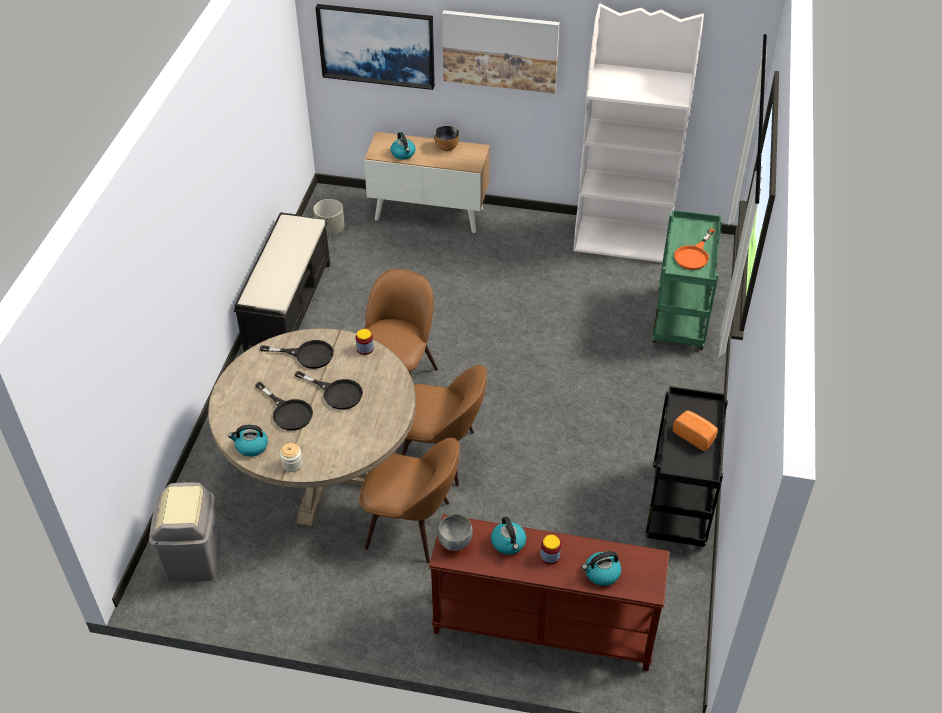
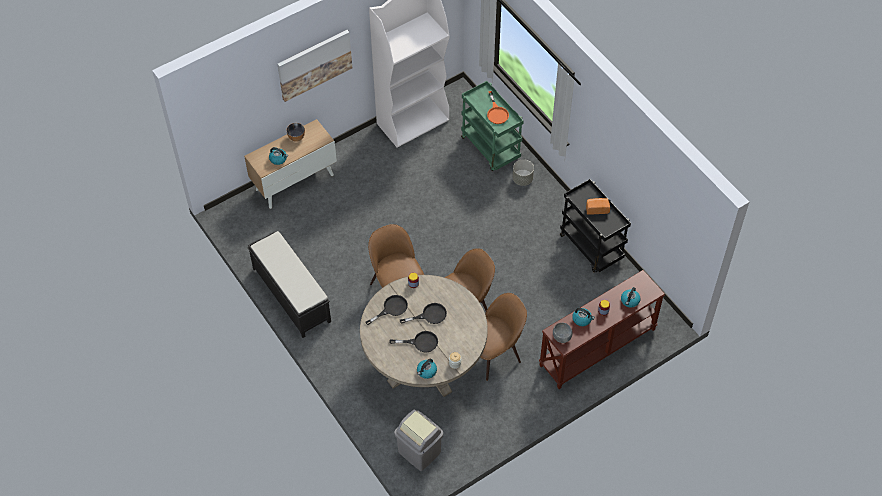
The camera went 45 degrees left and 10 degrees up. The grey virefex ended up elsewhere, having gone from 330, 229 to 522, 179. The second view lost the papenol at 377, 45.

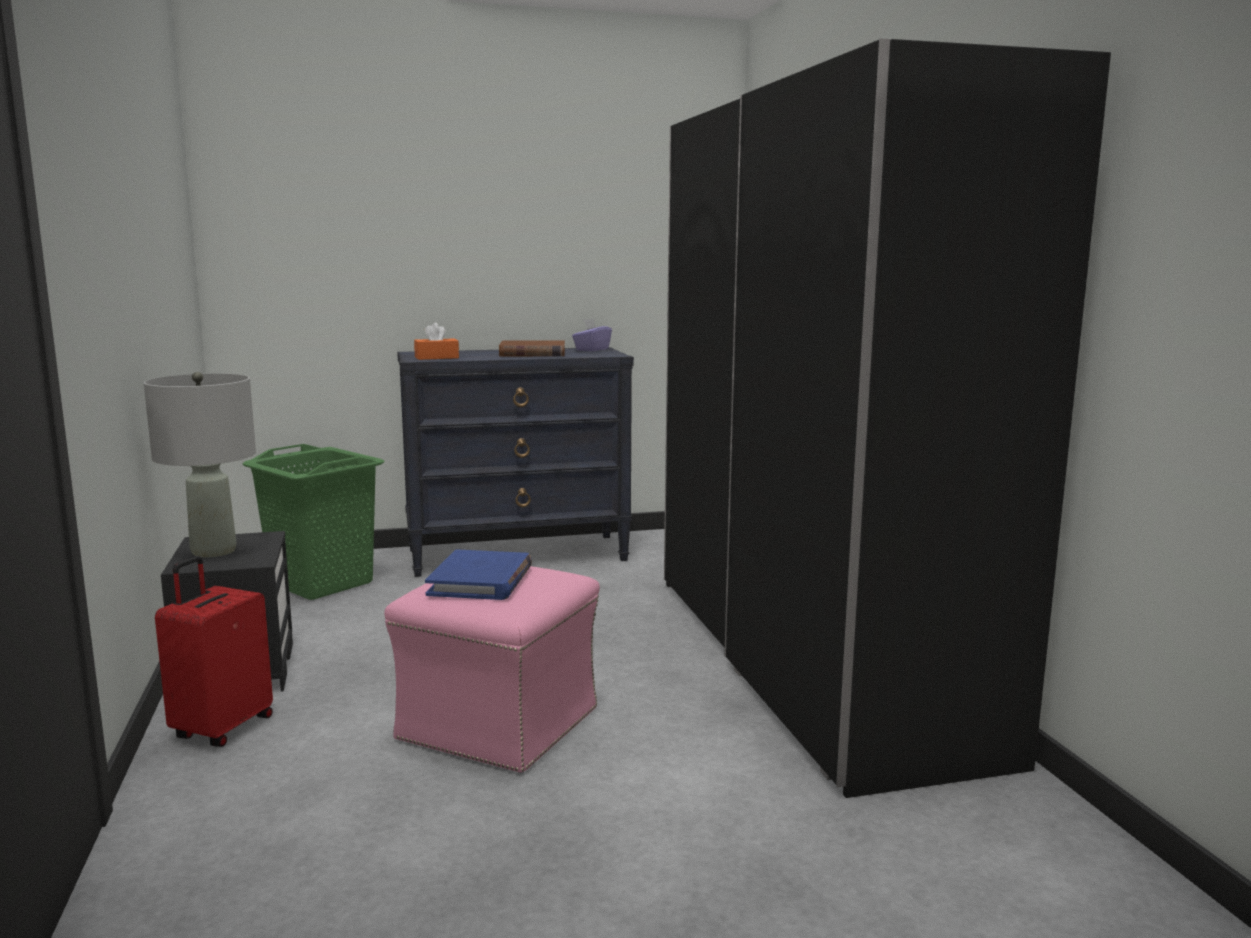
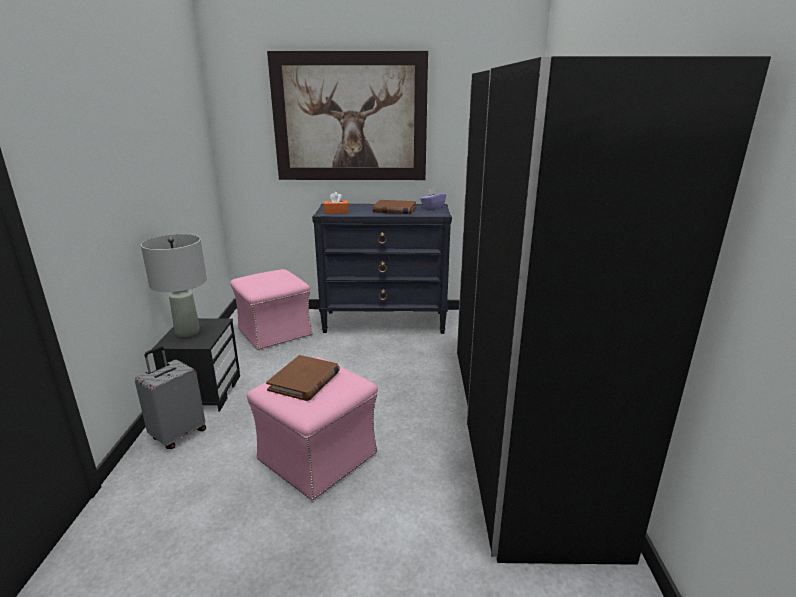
The camera went 15 degrees right and 10 degrees up. What was the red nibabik at 221, 728 turned into the grey nibabik at 178, 434. Where the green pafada stood at 322, 584, the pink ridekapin came to stand at 274, 332. What was the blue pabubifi at 481, 581 turned into the brown pabubifi at 304, 381. The second view gained the papenol at 350, 118.

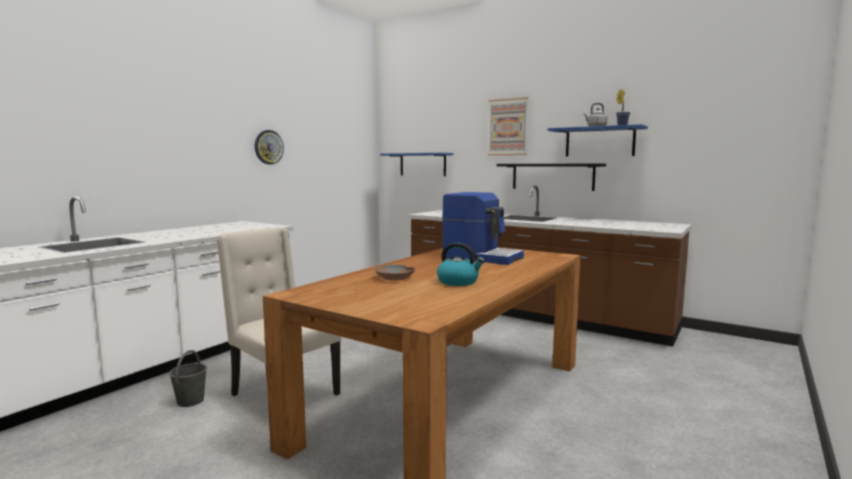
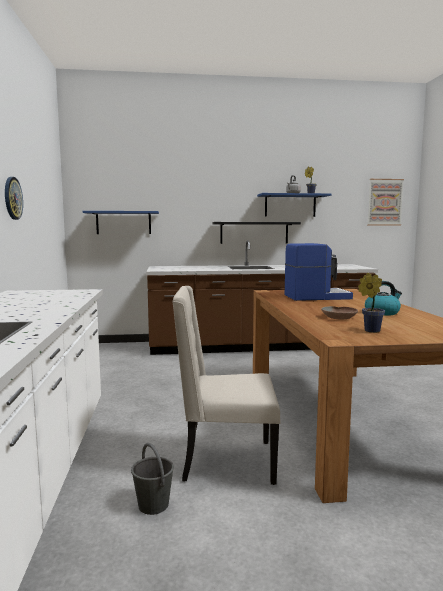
The camera went 40 degrees left and 0 degrees up. The papenol ended up elsewhere, having gone from 508, 127 to 384, 202. The second view gained the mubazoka at 370, 330.

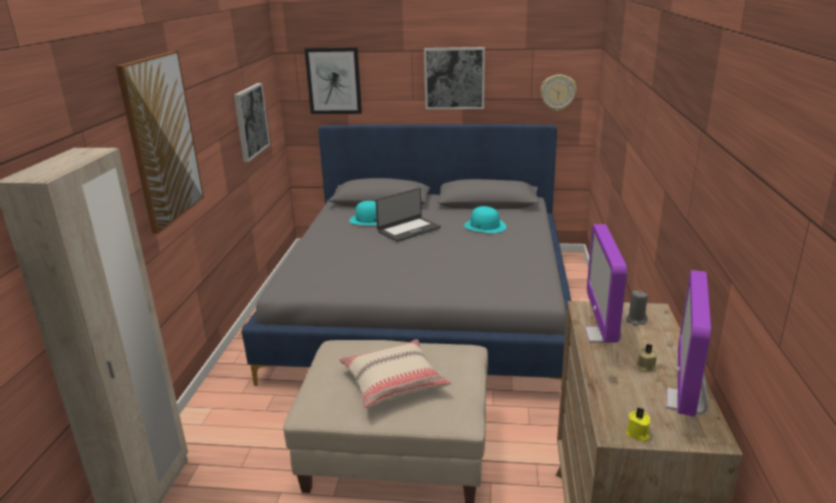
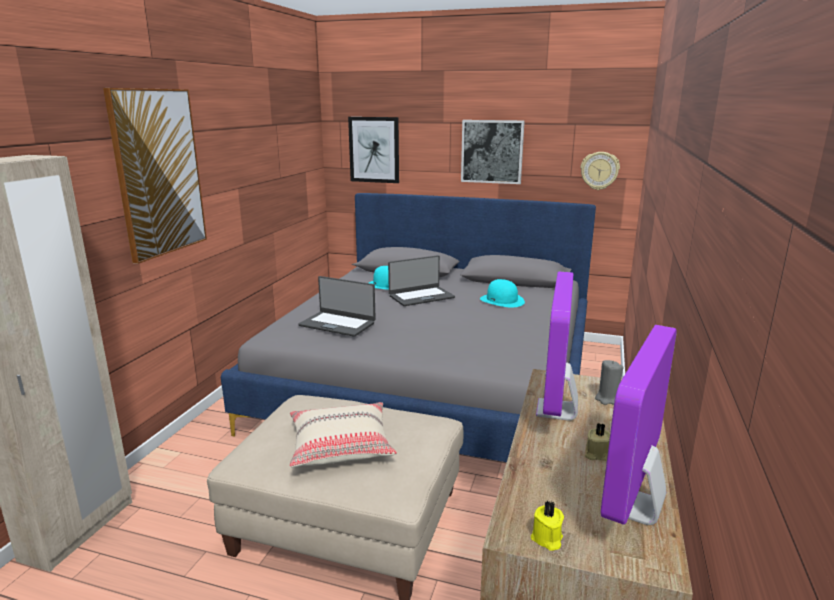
The camera went 10 degrees right and 5 degrees down. The second view lost the papenol at 250, 121. The second view gained the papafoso at 338, 324.

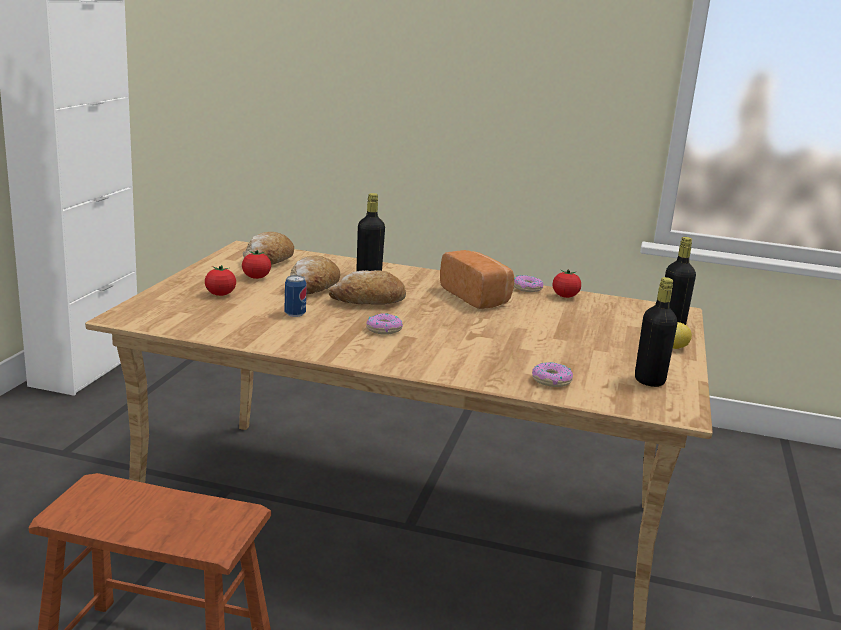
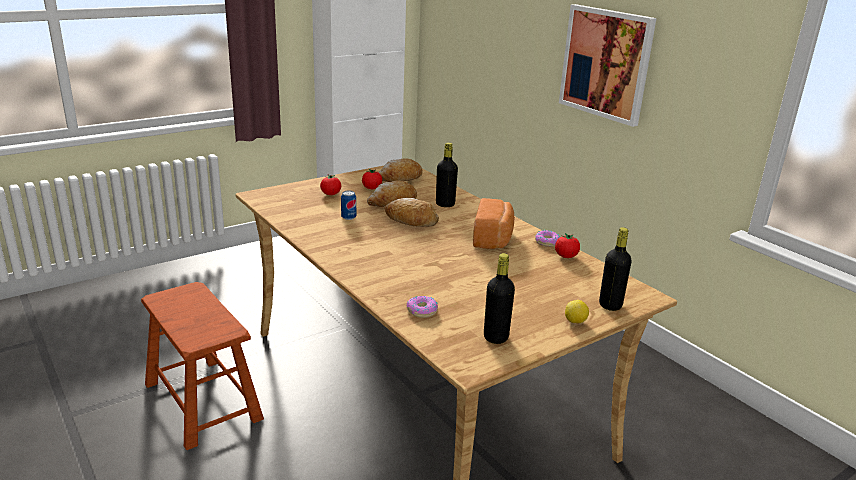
The camera went 40 degrees right and 5 degrees up. The second view lost the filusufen at 384, 329. The second view gained the papenol at 606, 63.

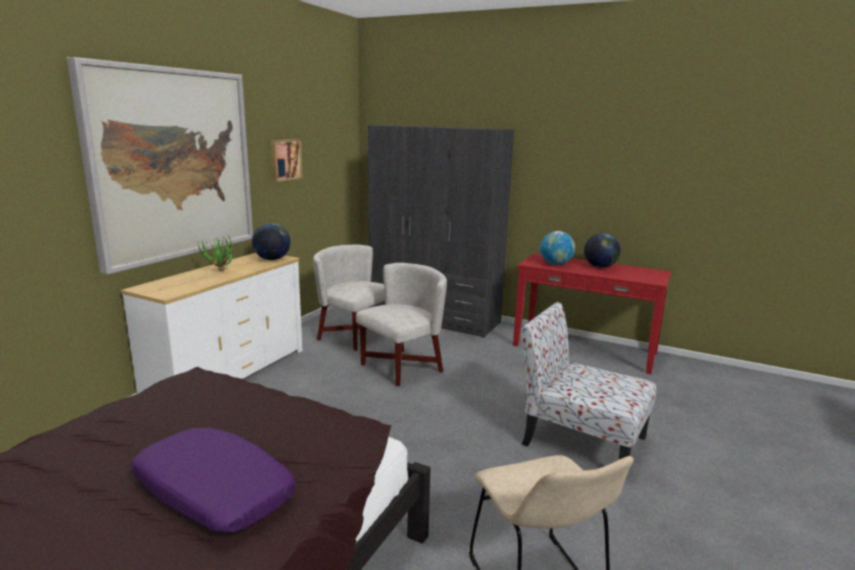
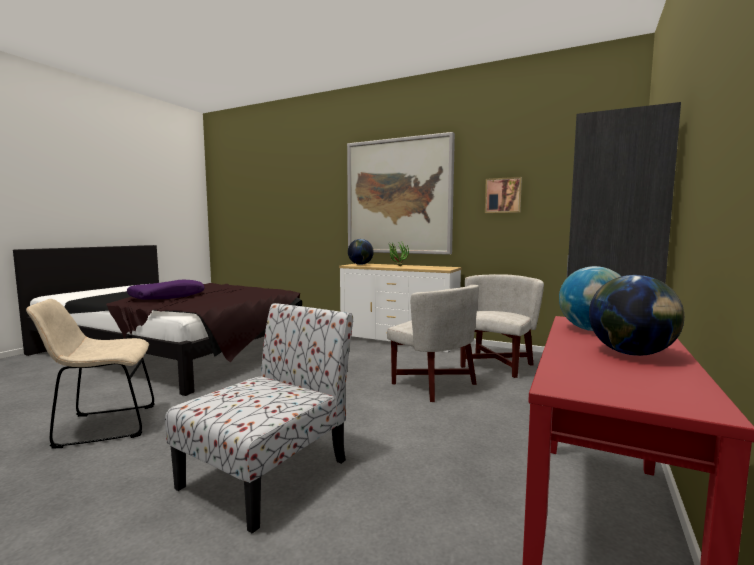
The camera went 90 degrees right and 10 degrees down. The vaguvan ended up elsewhere, having gone from 272, 259 to 360, 264.

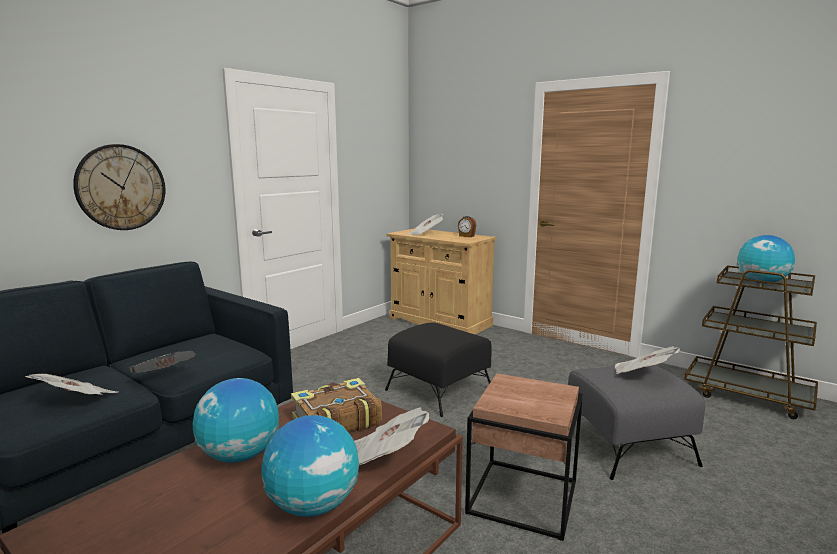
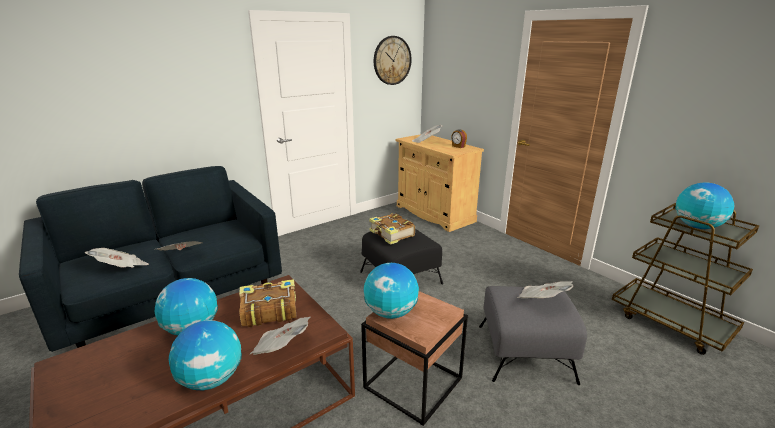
The camera went 15 degrees right and 10 degrees up. The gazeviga ended up elsewhere, having gone from 121, 187 to 392, 60. The second view gained the vaguvan at 391, 313. The second view gained the pabubifi at 391, 234.

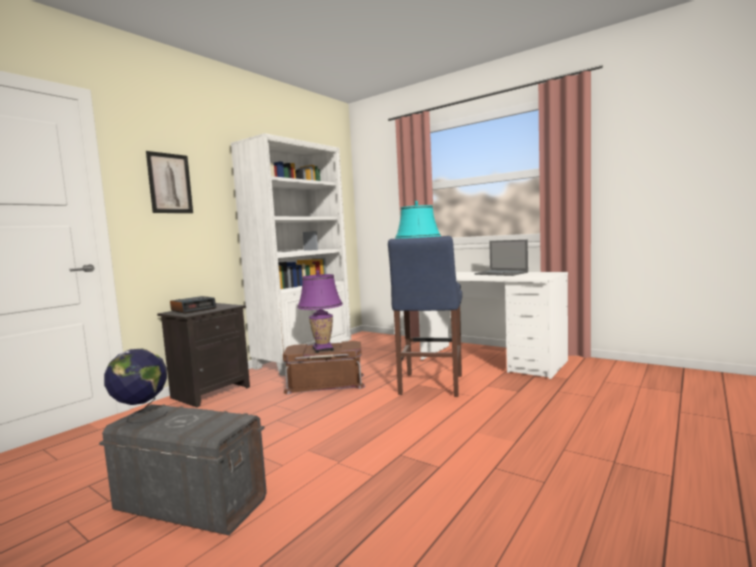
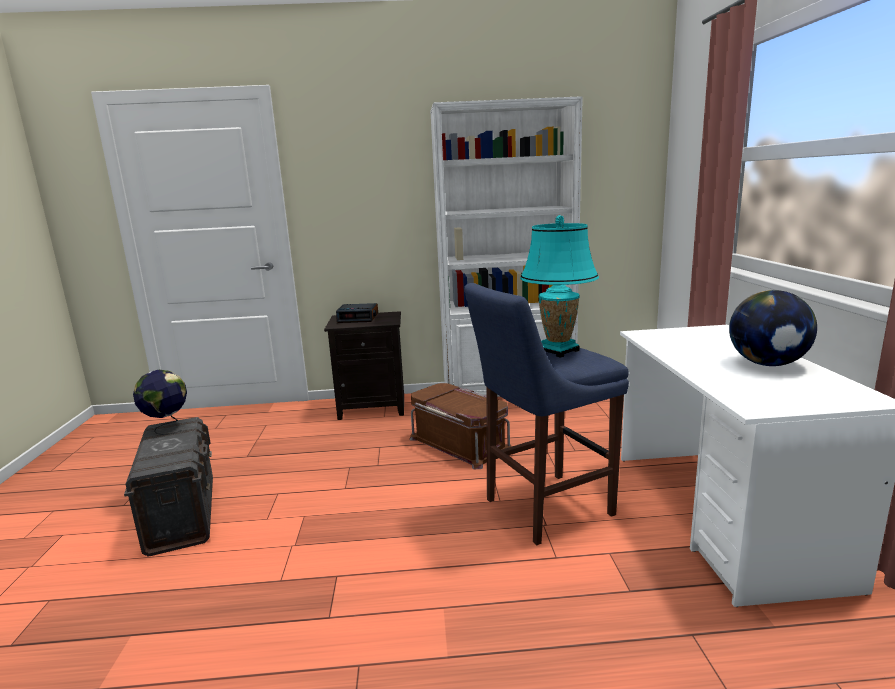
The camera went 50 degrees right and 10 degrees up. The second view lost the papenol at 170, 183. The second view lost the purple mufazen at 323, 349. Where the papafoso stood at 501, 273, the vaguvan came to stand at 767, 364.

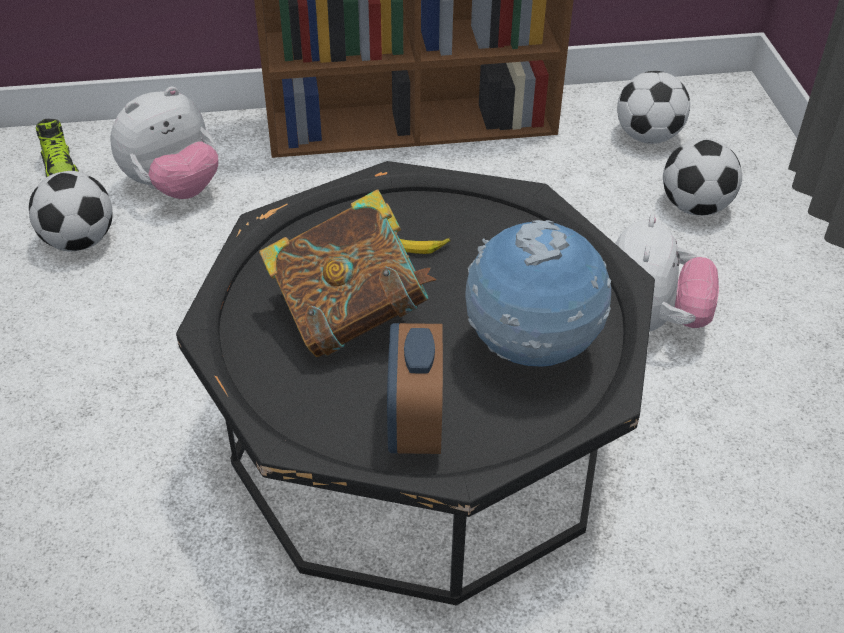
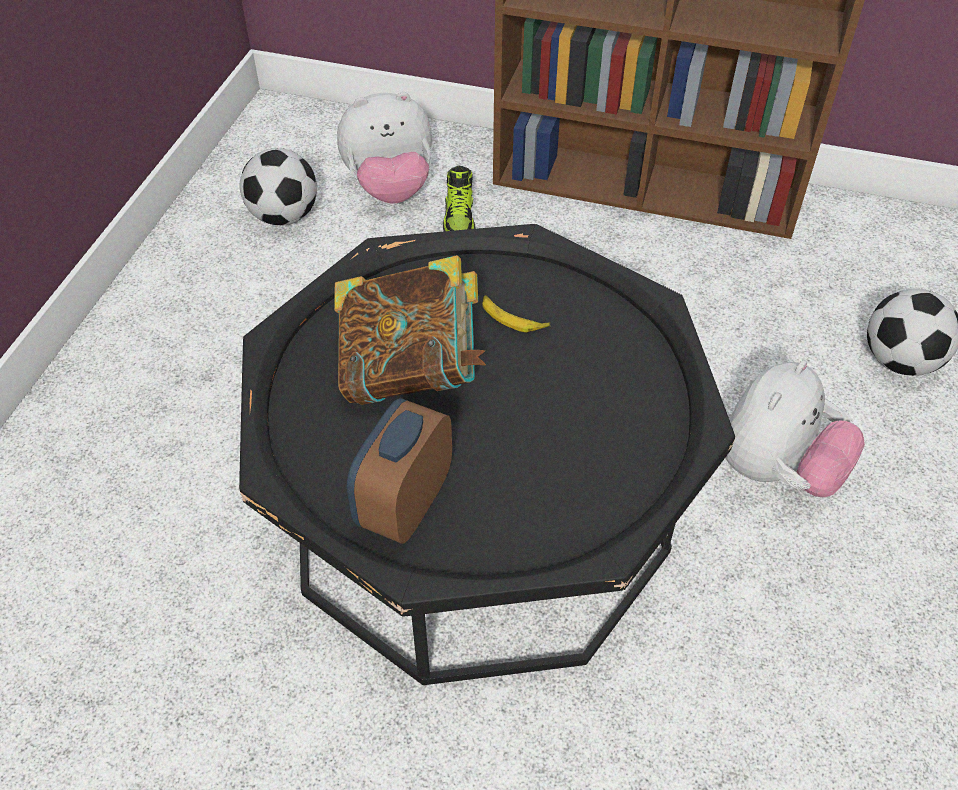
The camera went 25 degrees right and 5 degrees up. The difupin ended up elsewhere, having gone from 62, 171 to 460, 221. The second view lost the vaguvan at 531, 350. The second view lost the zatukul at 648, 136.

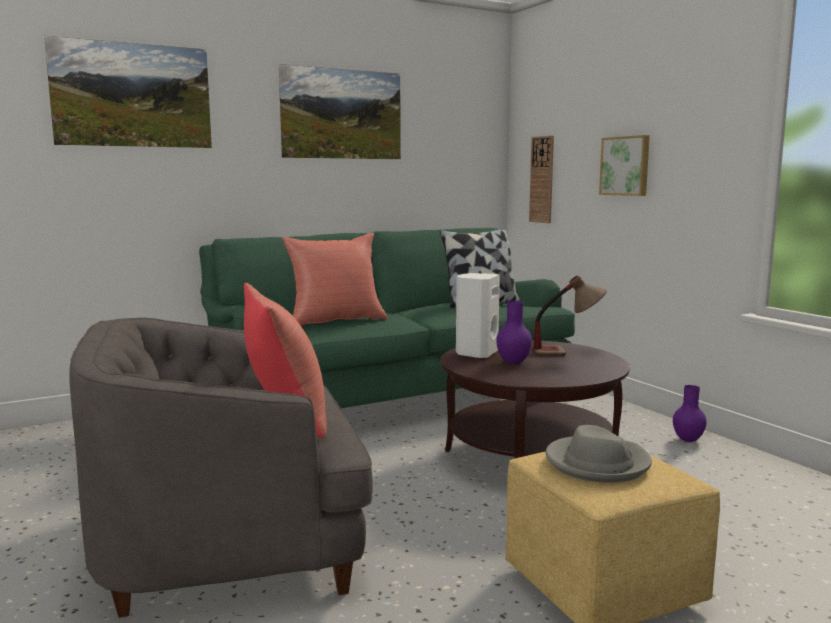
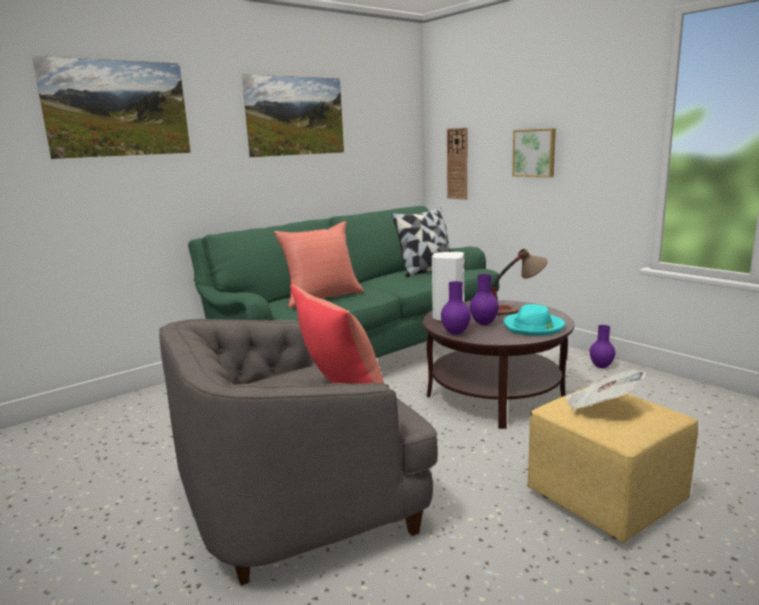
The camera went 10 degrees left and 5 degrees up. Where the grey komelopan stood at 597, 463, the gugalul came to stand at 601, 407. The second view gained the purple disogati at 456, 333. The second view gained the turquoise komelopan at 533, 327.

